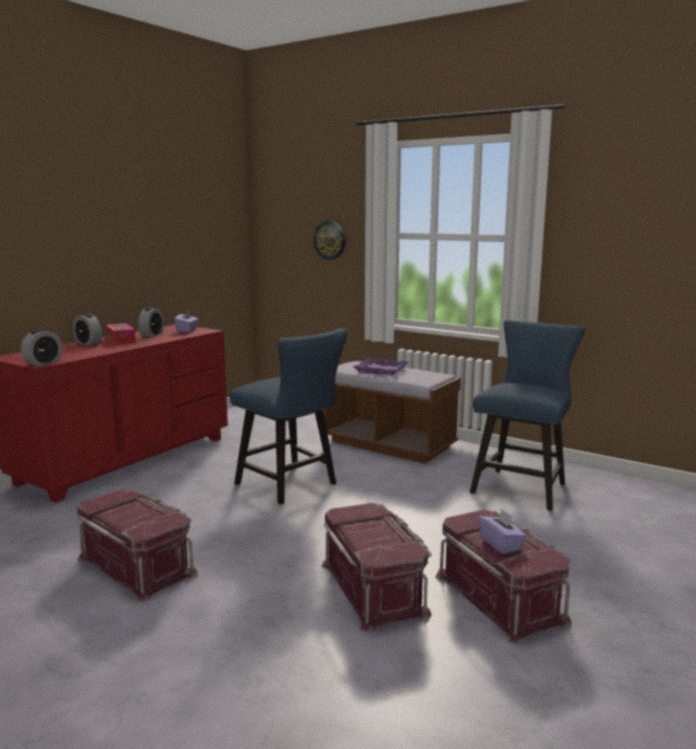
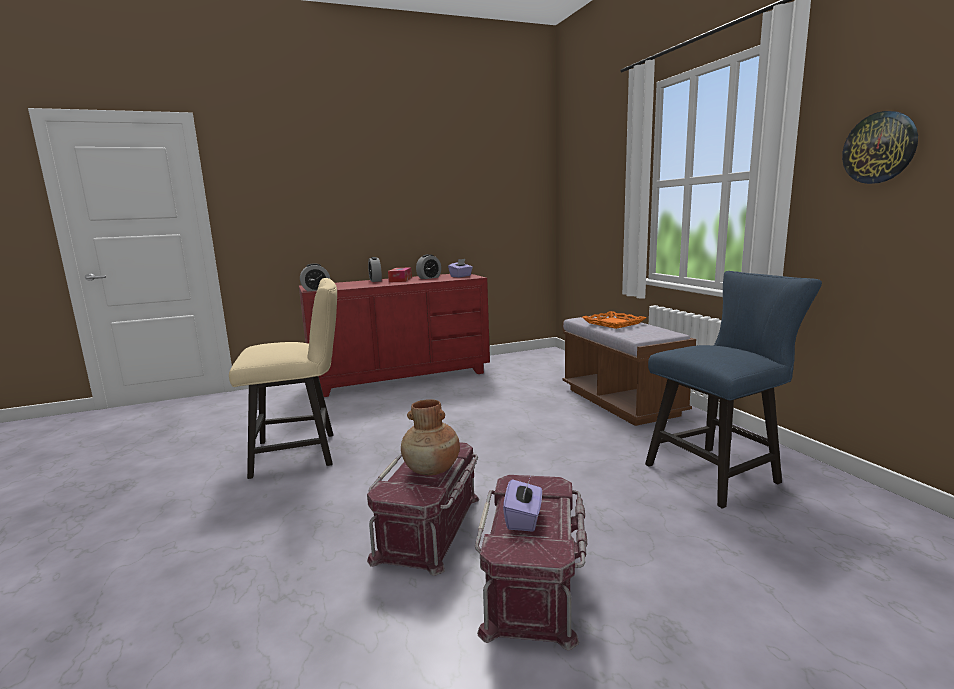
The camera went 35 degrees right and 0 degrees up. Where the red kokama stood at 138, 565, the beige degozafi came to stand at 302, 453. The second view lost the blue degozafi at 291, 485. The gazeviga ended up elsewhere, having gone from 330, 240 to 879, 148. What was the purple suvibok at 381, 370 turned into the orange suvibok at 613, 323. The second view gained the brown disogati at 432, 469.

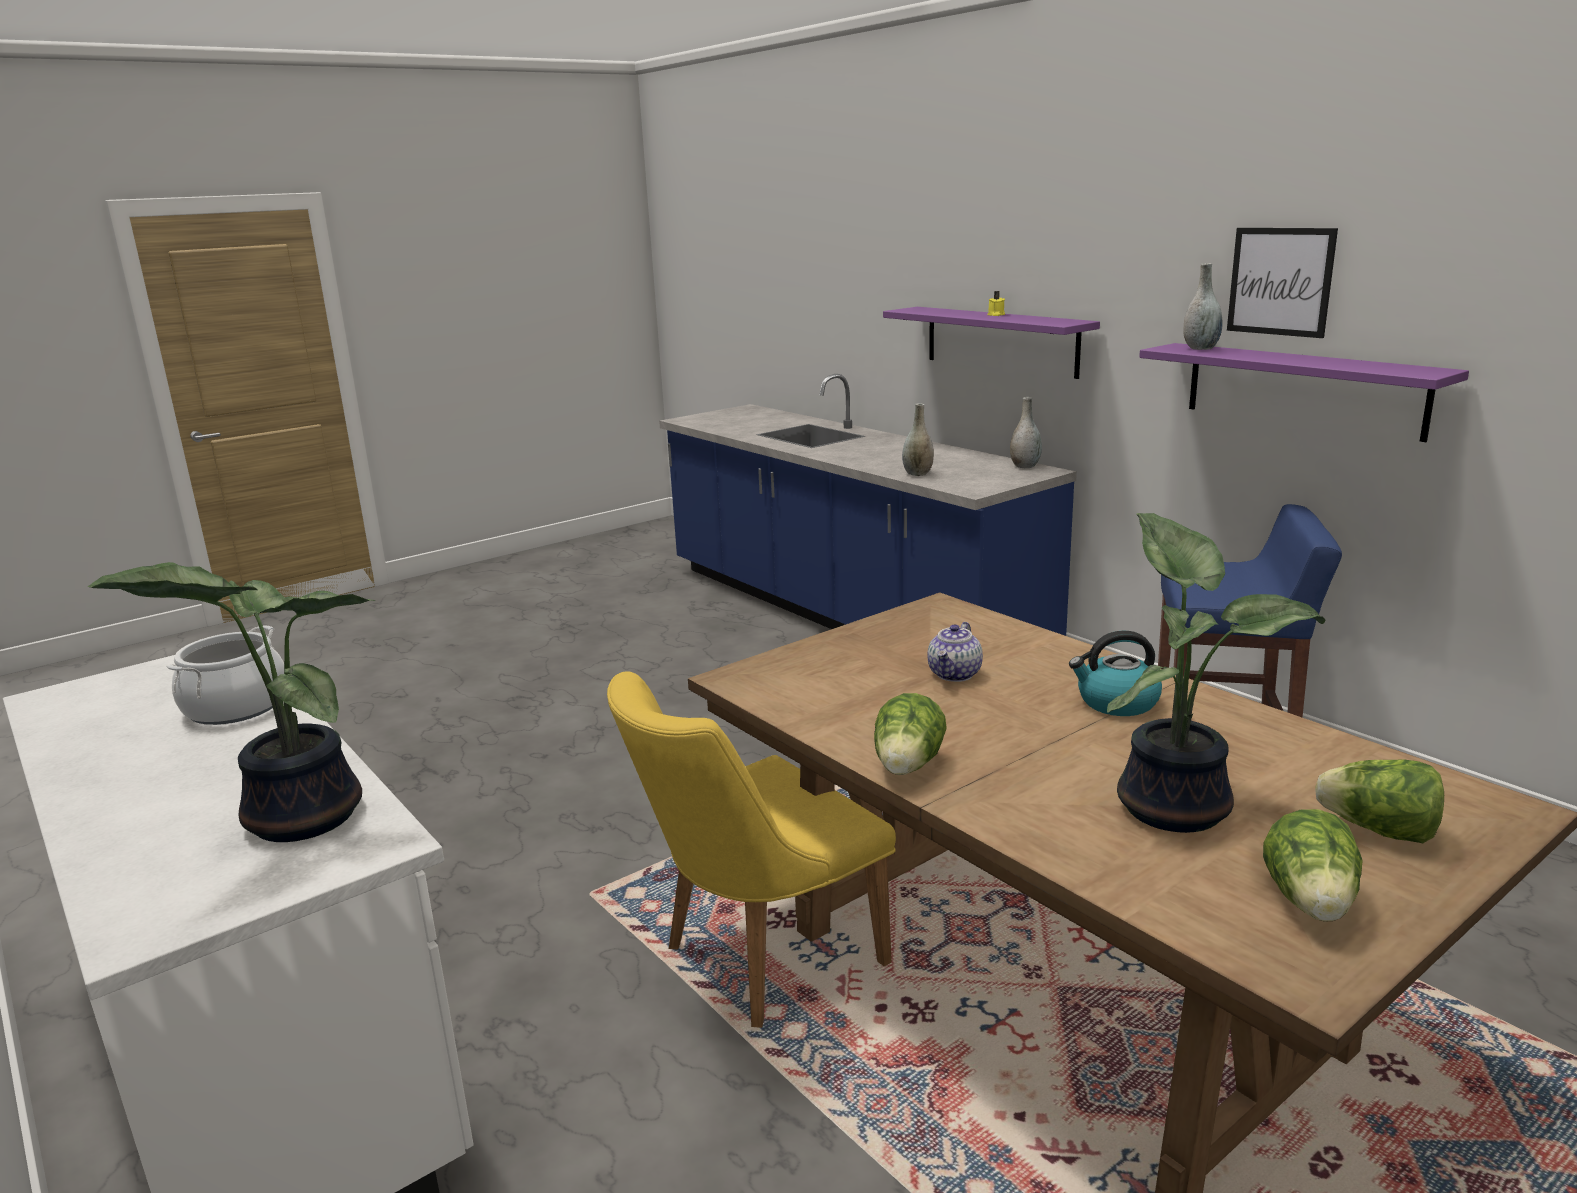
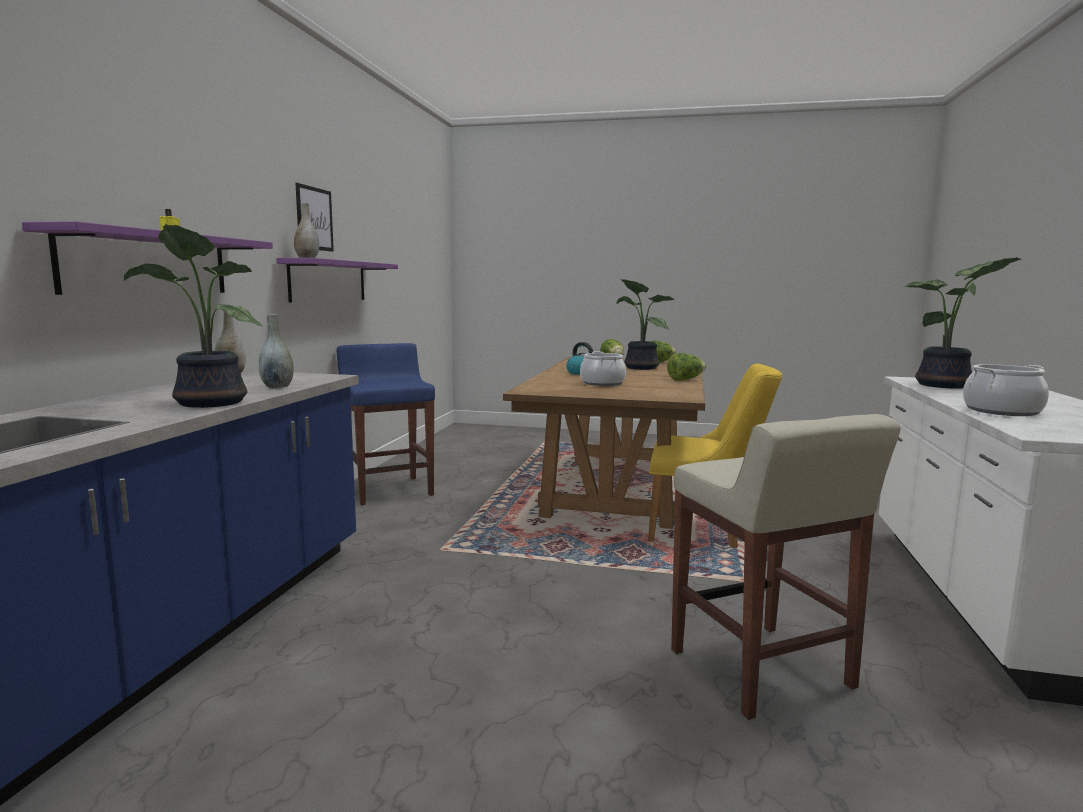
The camera went 130 degrees left and 10 degrees down. Where the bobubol stood at 955, 674, the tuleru came to stand at 602, 383. The second view gained the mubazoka at 206, 403. The second view gained the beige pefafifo at 762, 670.

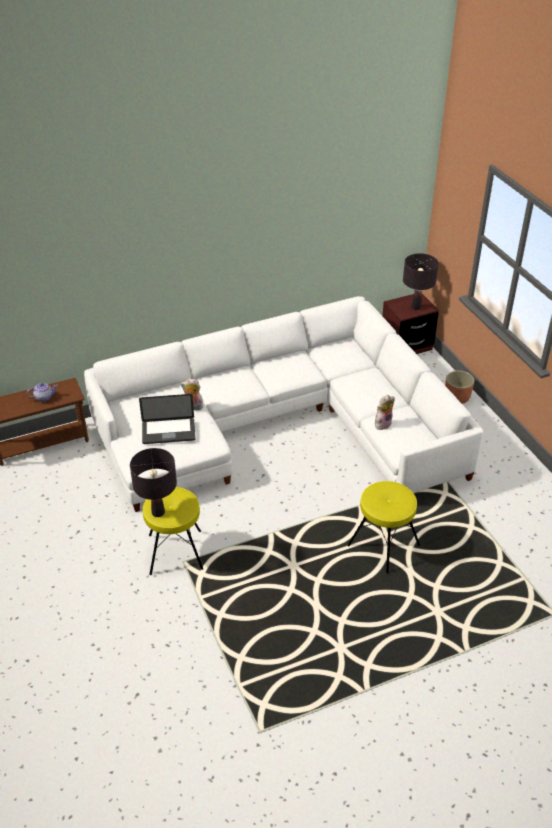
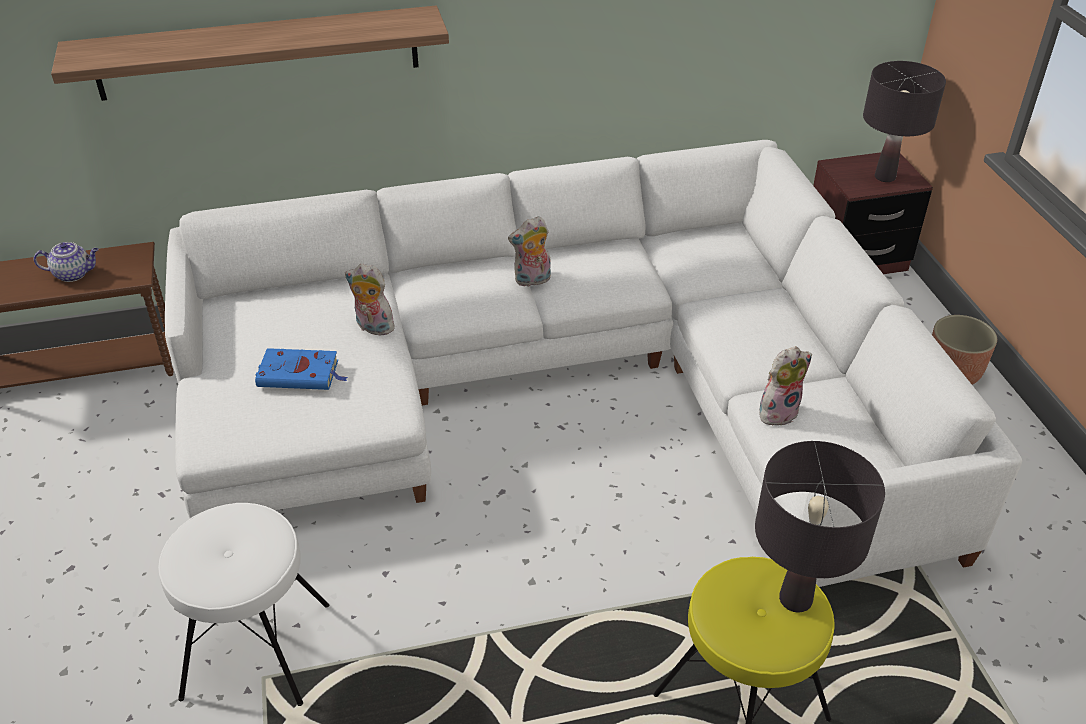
The camera went 10 degrees right and 0 degrees up. The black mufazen ended up elsewhere, having gone from 158, 512 to 795, 599. Where the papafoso stood at 168, 432, the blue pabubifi came to stand at 301, 374. What was the yellow pefafifo at 176, 551 turned into the white pefafifo at 257, 649. The second view gained the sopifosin at 258, 53. The second view gained the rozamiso at 532, 281.

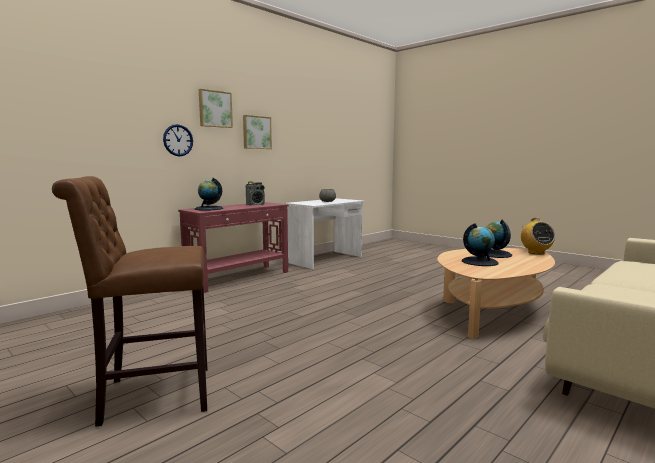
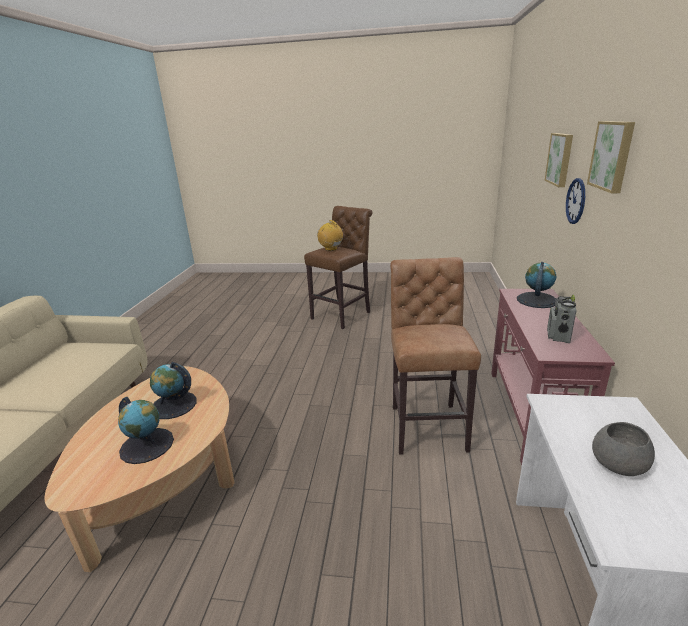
The camera went 145 degrees right and 15 degrees up. The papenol ended up elsewhere, having gone from 256, 132 to 560, 159. The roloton ended up elsewhere, having gone from 535, 252 to 331, 249. The second view gained the brown pefafifo at 427, 425.

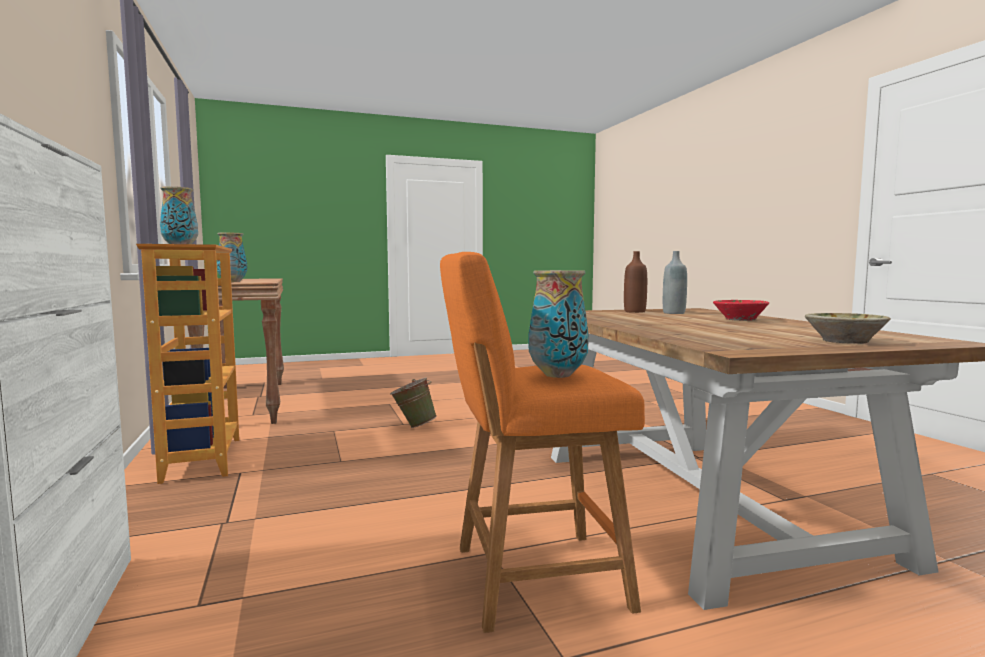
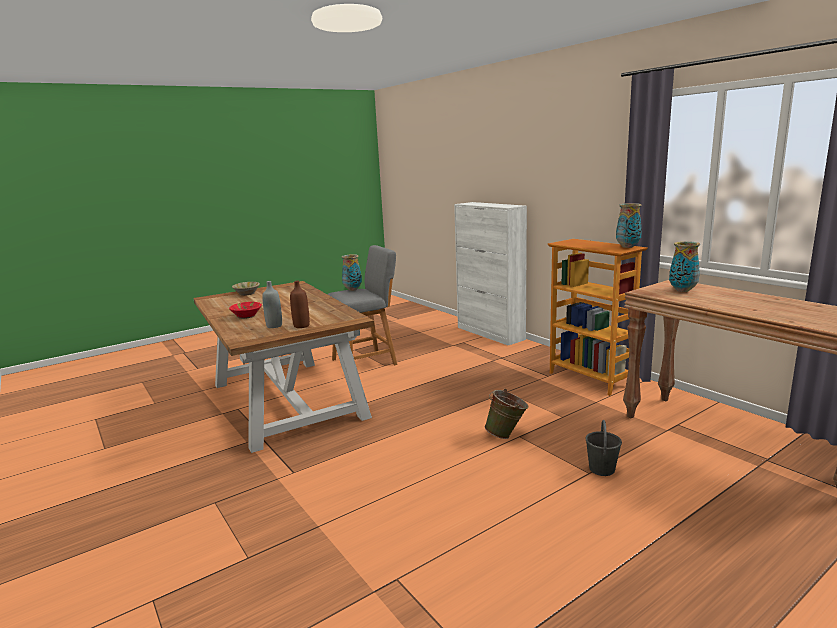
The camera went 165 degrees right and 10 degrees up. What was the orange pefafifo at 530, 578 turned into the grey pefafifo at 367, 361. The second view gained the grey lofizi at 602, 469.

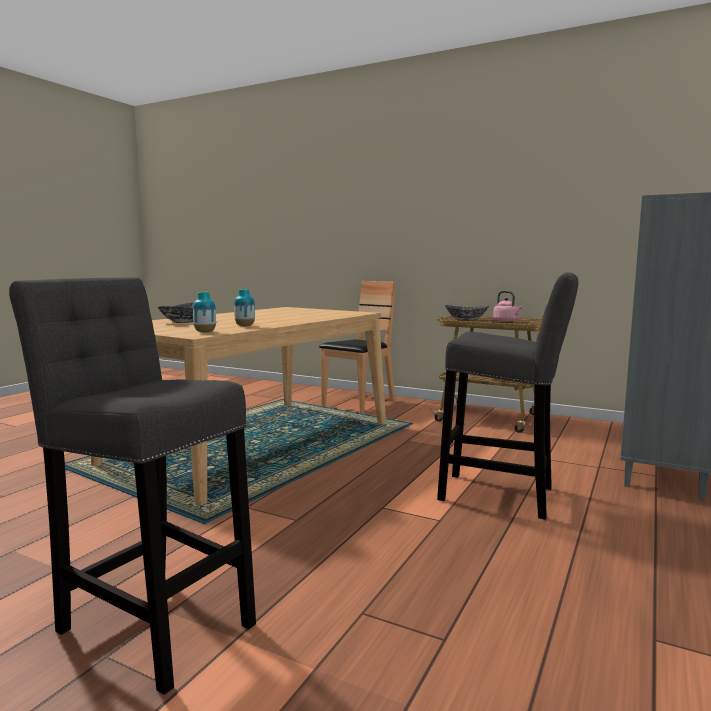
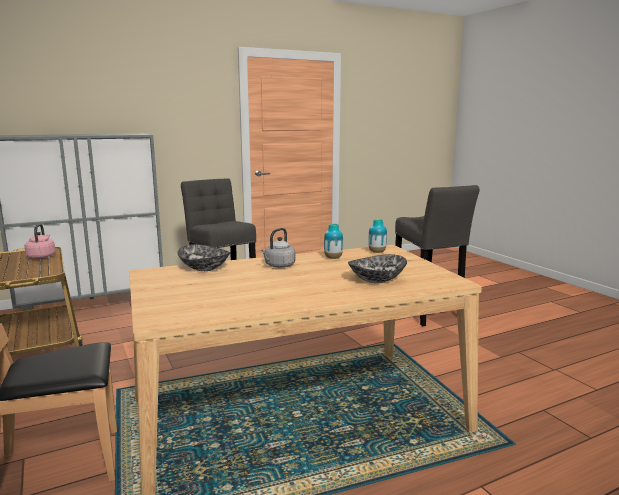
The camera went 145 degrees left and 5 degrees up. The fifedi ended up elsewhere, having gone from 466, 319 to 204, 268. The second view gained the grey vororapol at 278, 266.

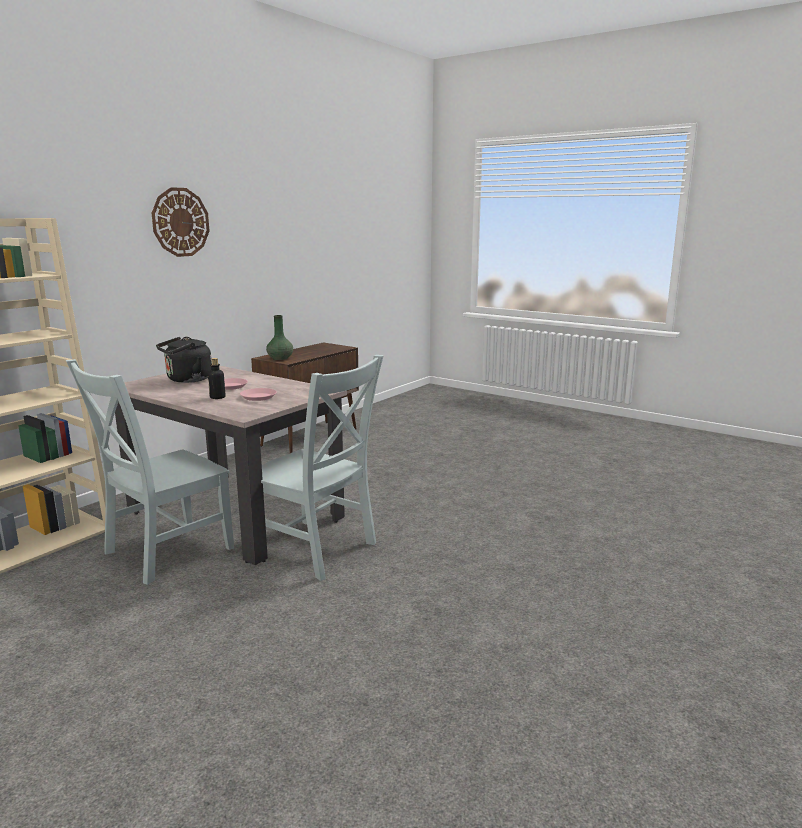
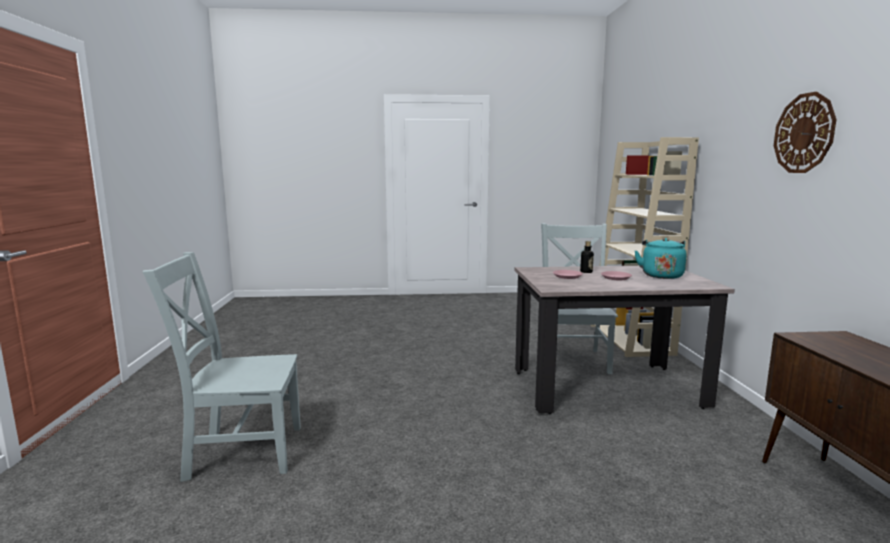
The camera went 140 degrees right and 5 degrees down. What was the black vororapol at 187, 380 turned into the turquoise vororapol at 661, 275. The grey degozafi ended up elsewhere, having gone from 317, 550 to 240, 451. The second view lost the green disogati at 280, 358.

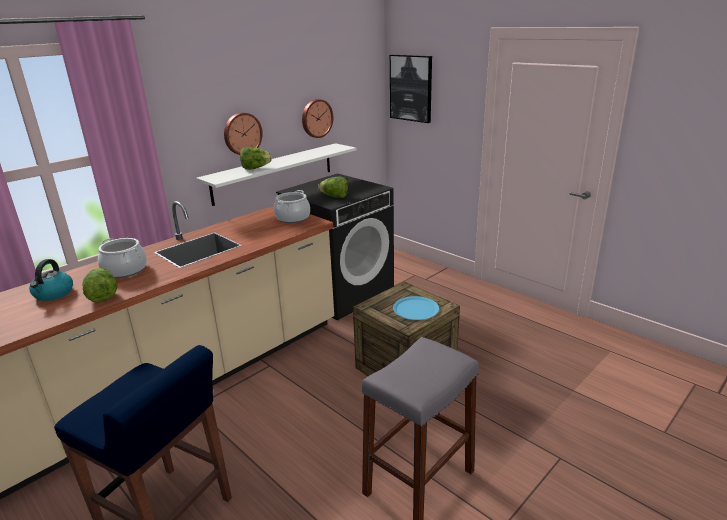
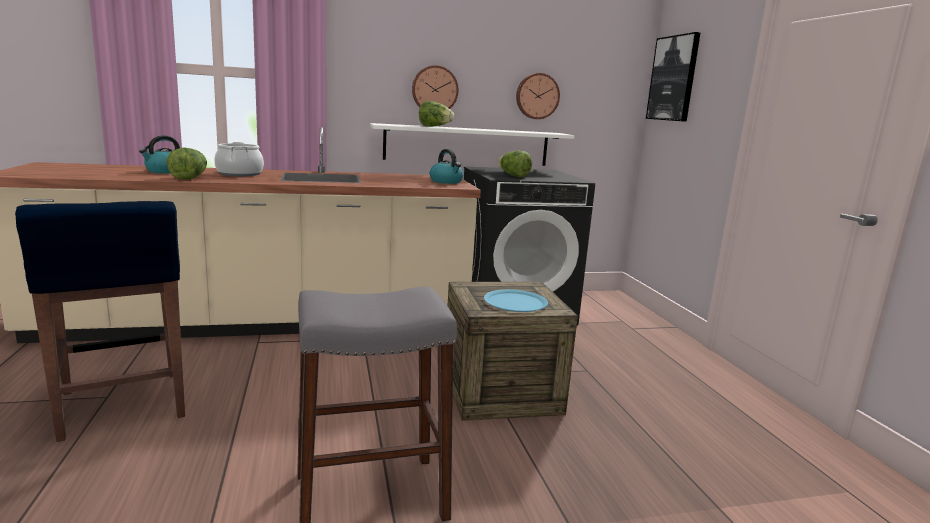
The camera went 30 degrees right and 10 degrees down. Where the tuleru stood at 292, 218, the vororapol came to stand at 446, 181.

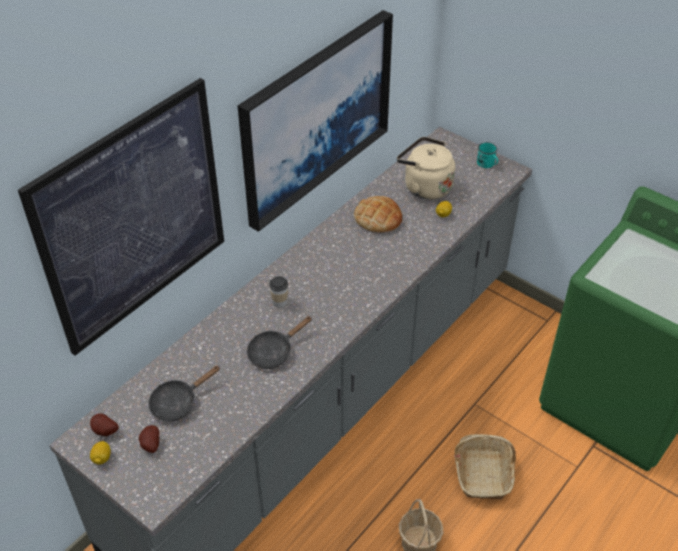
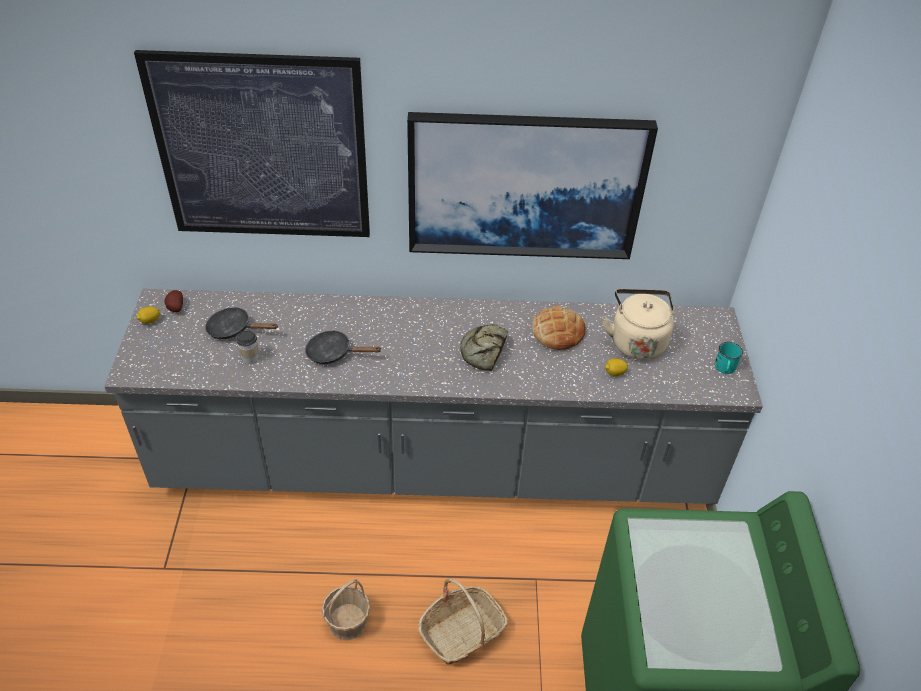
The camera went 50 degrees right and 0 degrees up. The second view lost the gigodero at 150, 445. The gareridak ended up elsewhere, having gone from 280, 302 to 250, 358. The second view gained the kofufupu at 484, 351.

